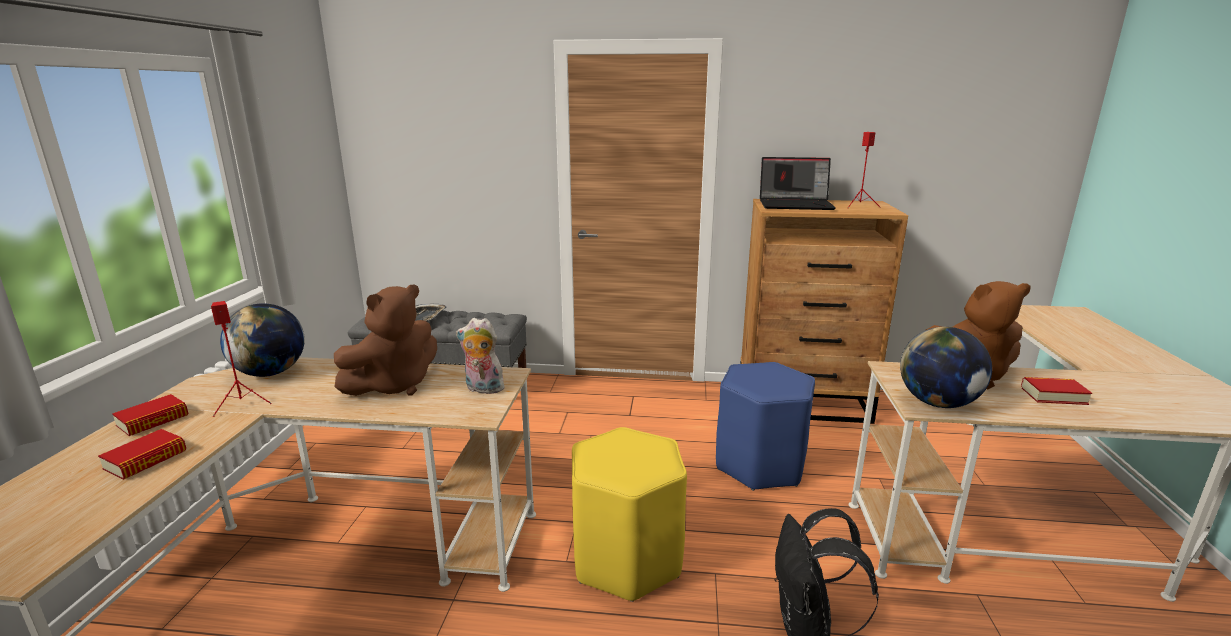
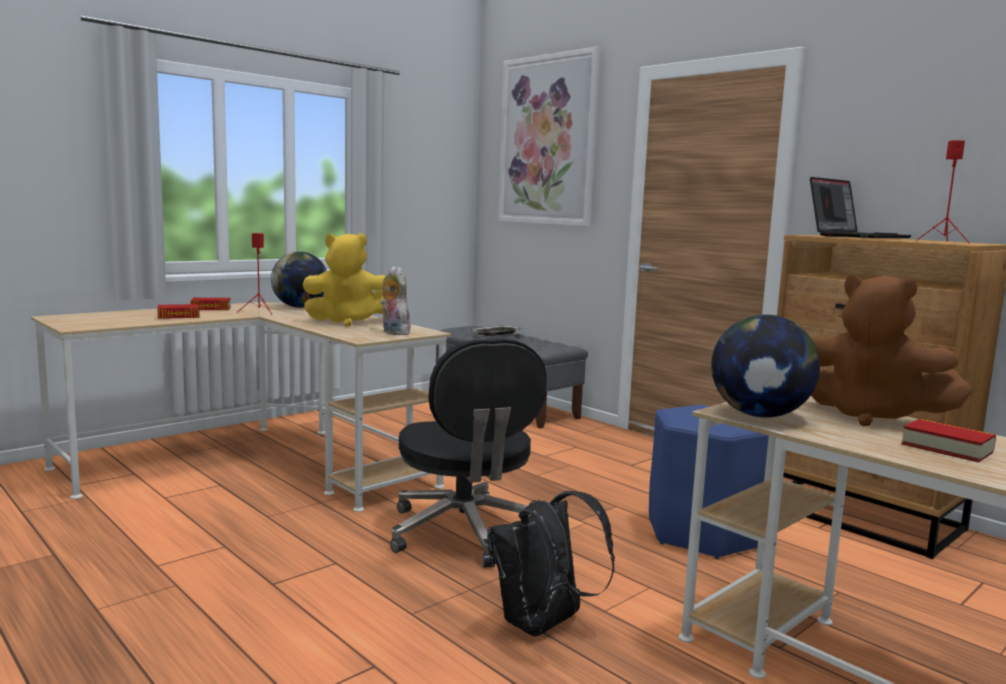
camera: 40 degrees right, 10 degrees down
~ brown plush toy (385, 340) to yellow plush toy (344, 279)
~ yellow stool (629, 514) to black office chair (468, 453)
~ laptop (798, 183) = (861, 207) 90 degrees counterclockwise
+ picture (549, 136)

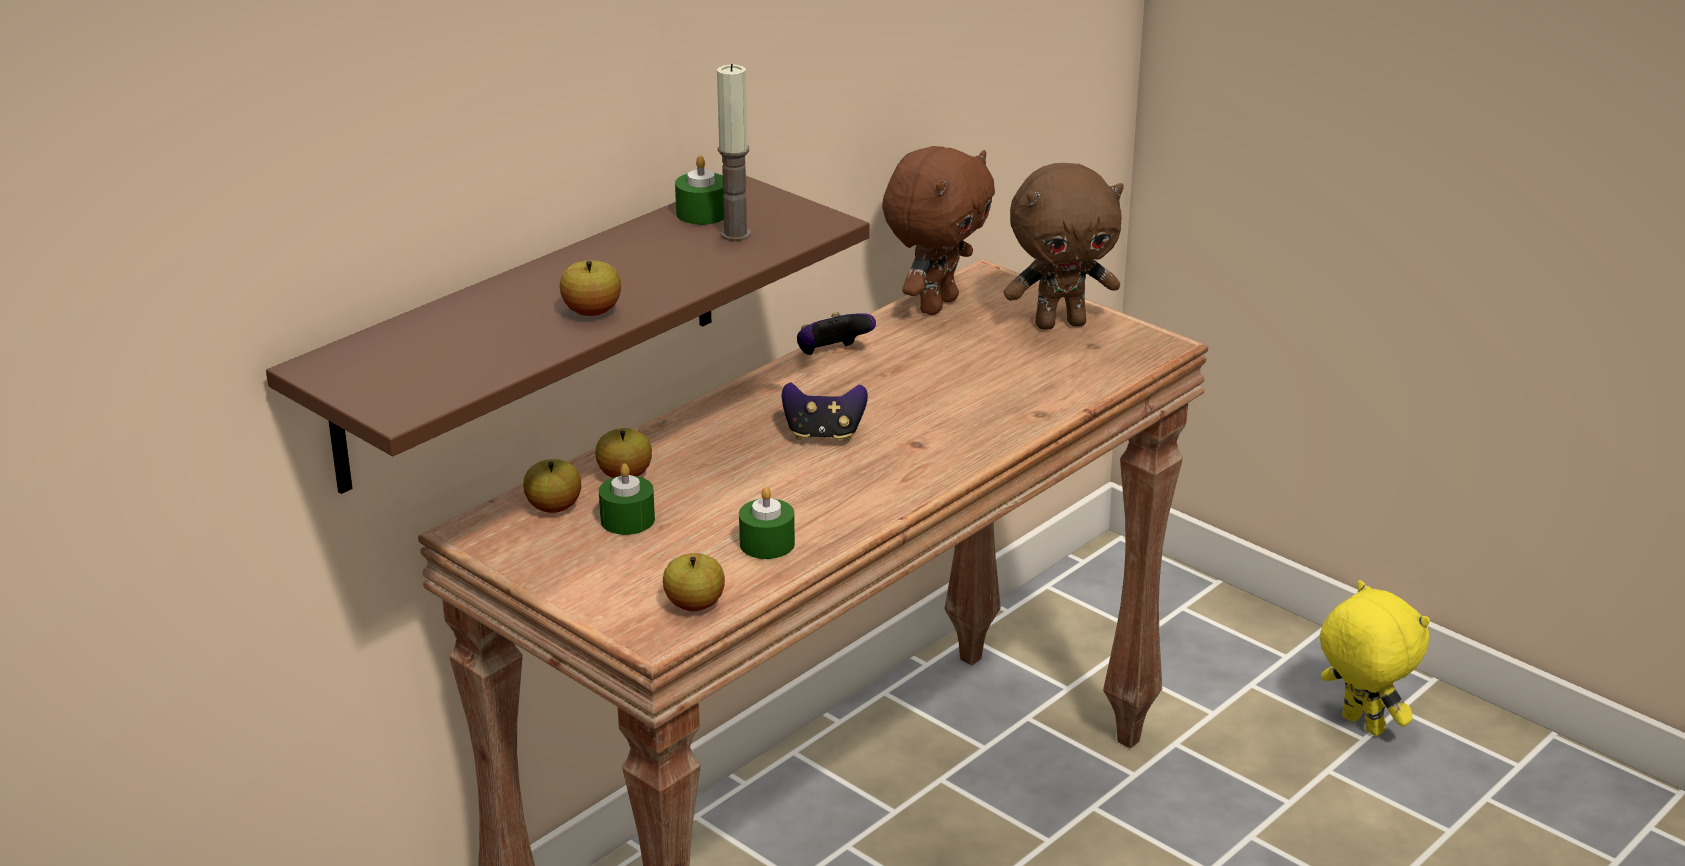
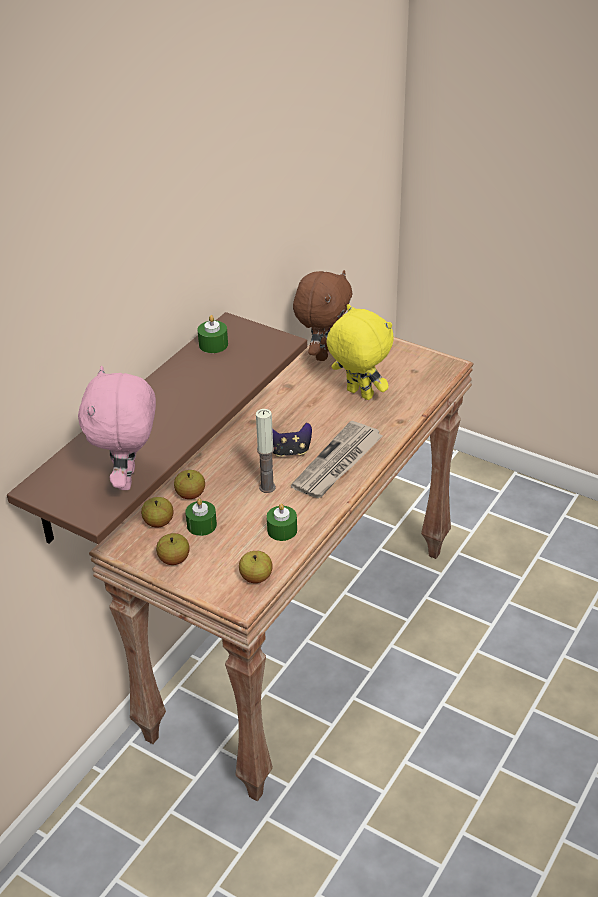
camera: 10 degrees left, 10 degrees up
~ apple (590, 288) to (173, 549)
~ candle (734, 152) to (266, 451)
- game controller (836, 333)
- brown plush toy (1064, 246)
~ yellow plush toy (1375, 658) to (360, 352)
+ pink plush toy (117, 428)
+ newspaper (337, 459)

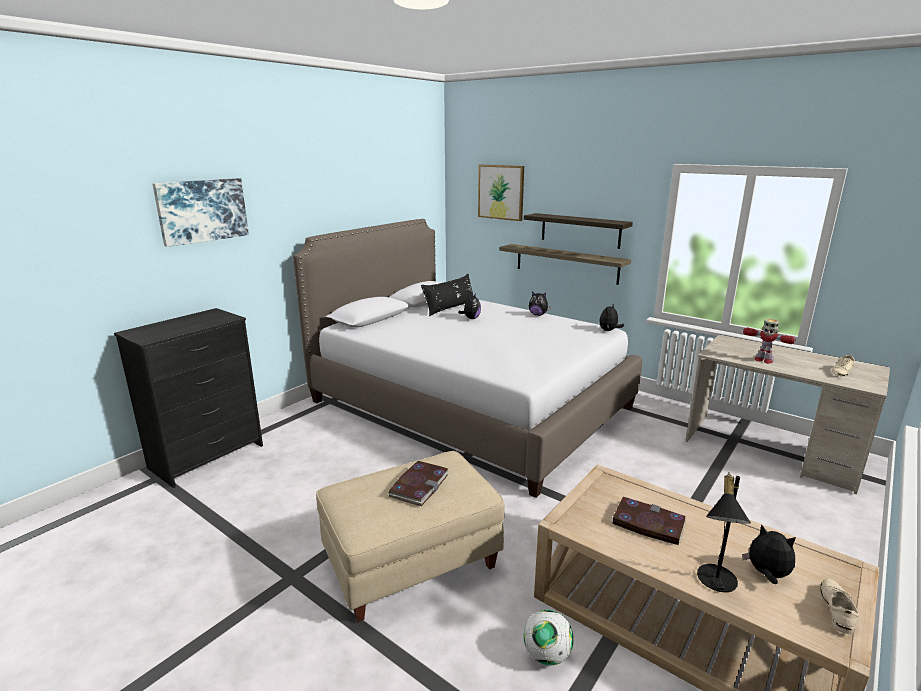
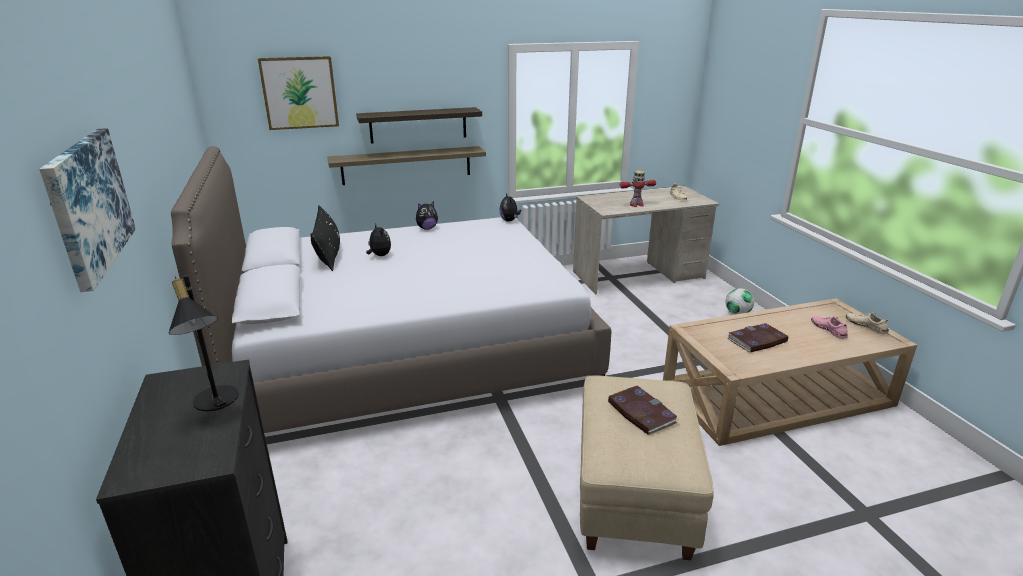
camera: 55 degrees left, 5 degrees up
~ football (549, 637) to (740, 301)
~ black table lamp (724, 532) to (204, 343)
~ plush toy (769, 554) to pink shoe (829, 327)

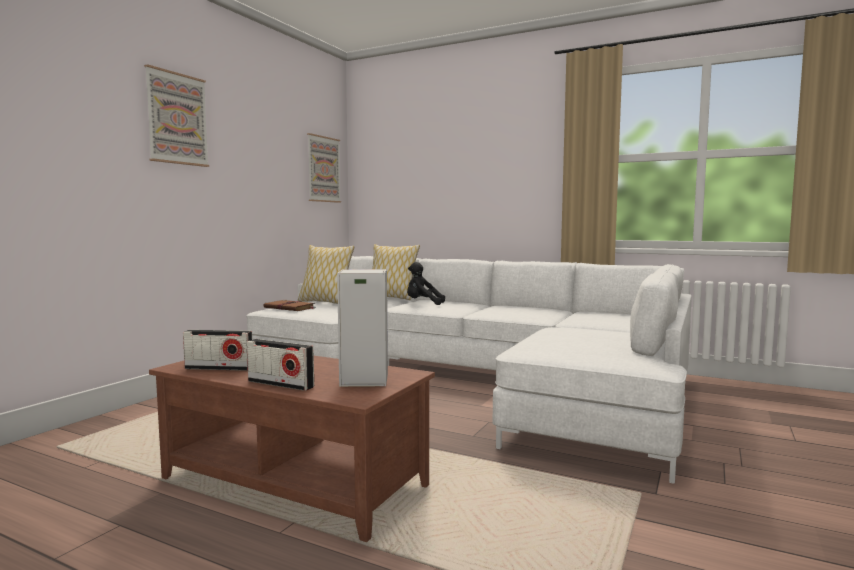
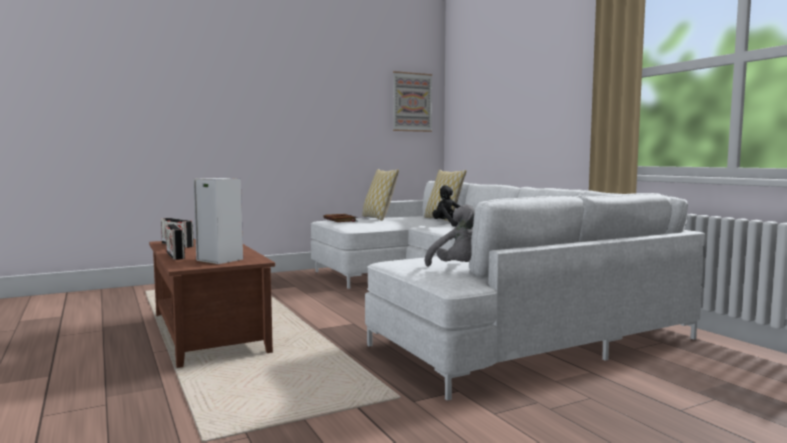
camera: 35 degrees right, 0 degrees up
- picture (176, 115)
+ grey plush toy (450, 235)

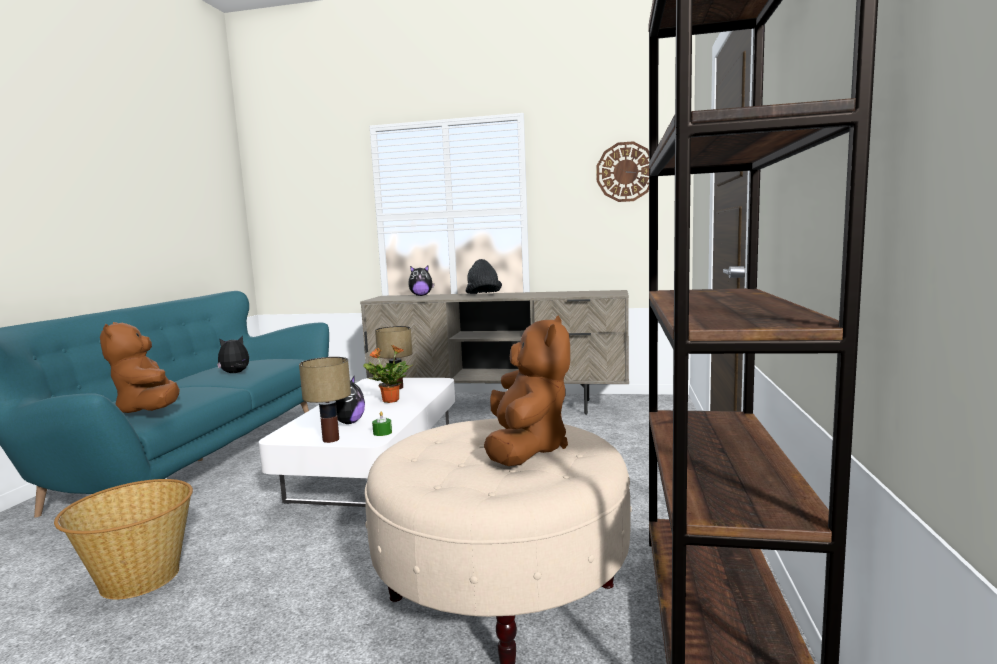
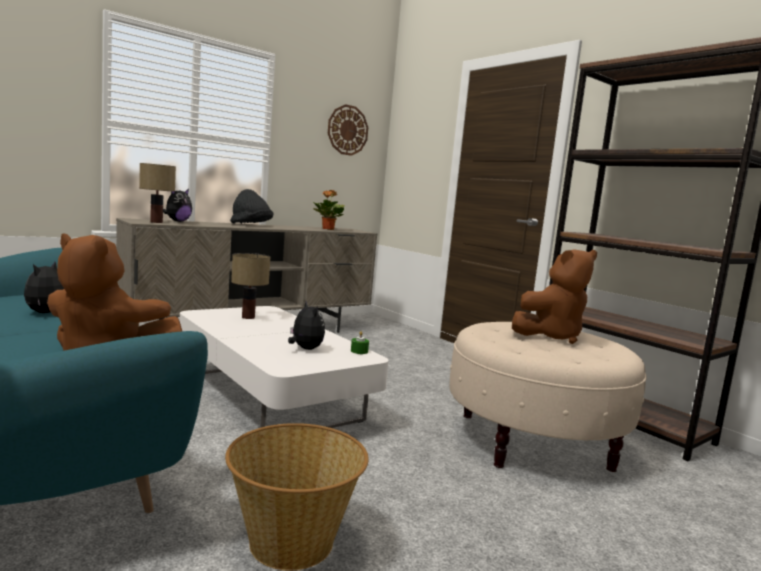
camera: 50 degrees left, 0 degrees up
~ table lamp (325, 400) to (157, 193)
~ potted plant (388, 374) to (329, 210)
~ brown plush toy (527, 390) = (554, 296) 105 degrees clockwise

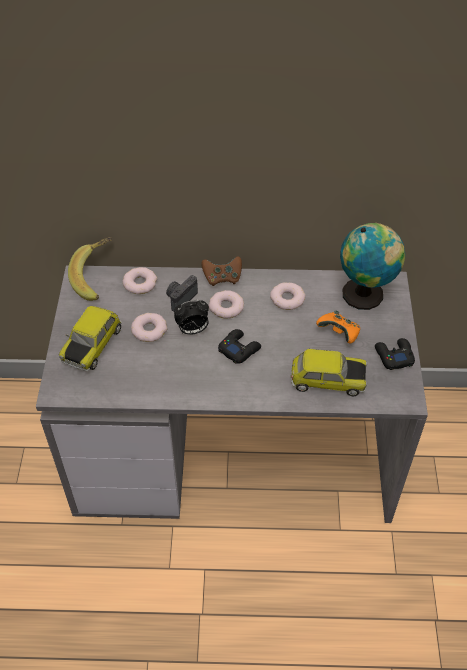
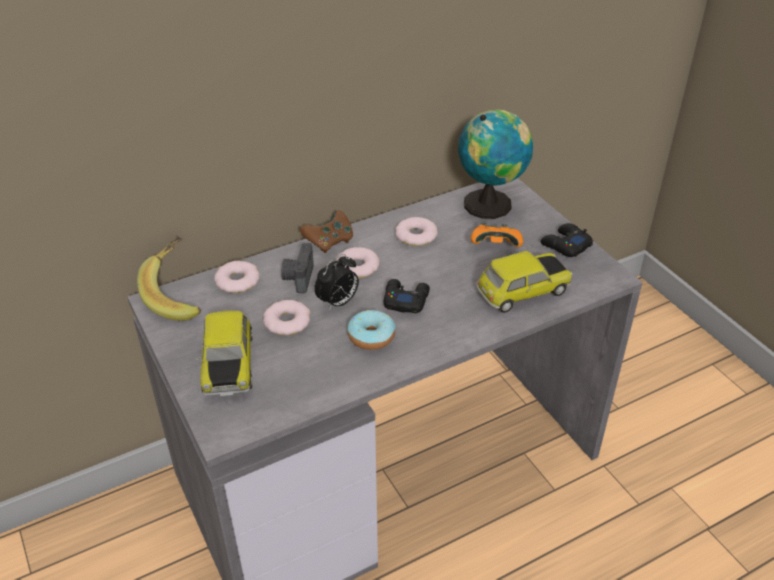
camera: 30 degrees left, 10 degrees down
+ donut (371, 330)

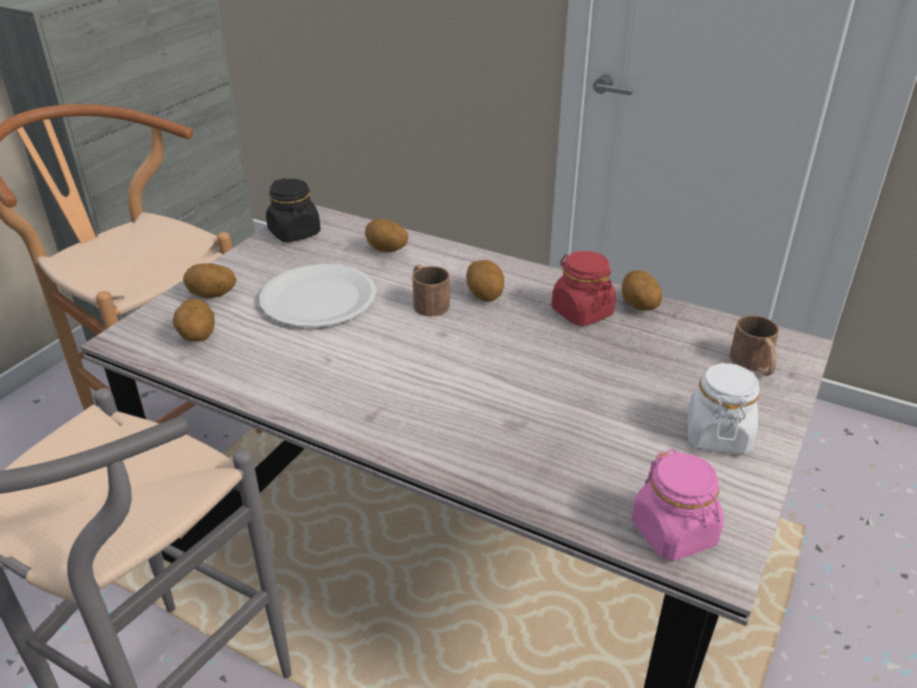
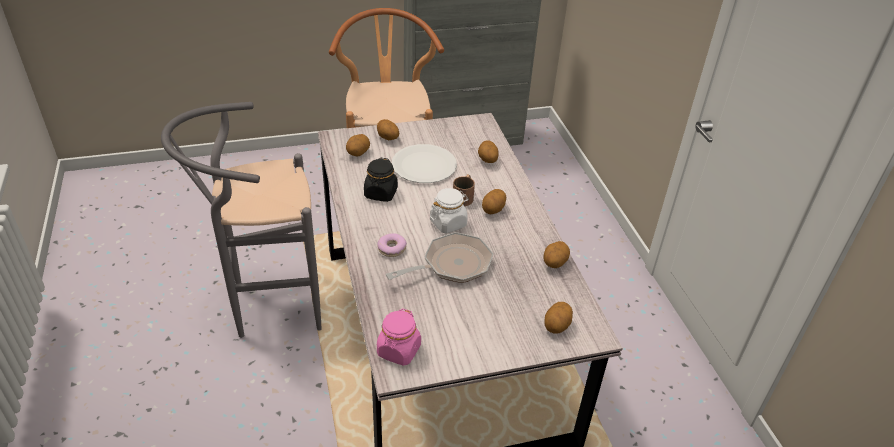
camera: 45 degrees right, 5 degrees up
~ black jar (293, 210) to (381, 180)
- red jar (584, 288)
~ white jar (724, 408) to (449, 211)
~ brown mug (754, 345) to potato (558, 317)
+ donut (392, 245)
+ frying pan (439, 257)

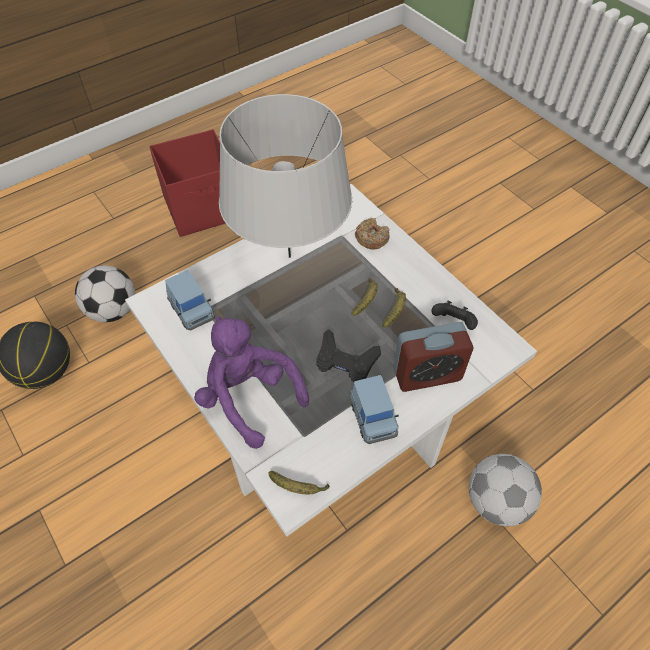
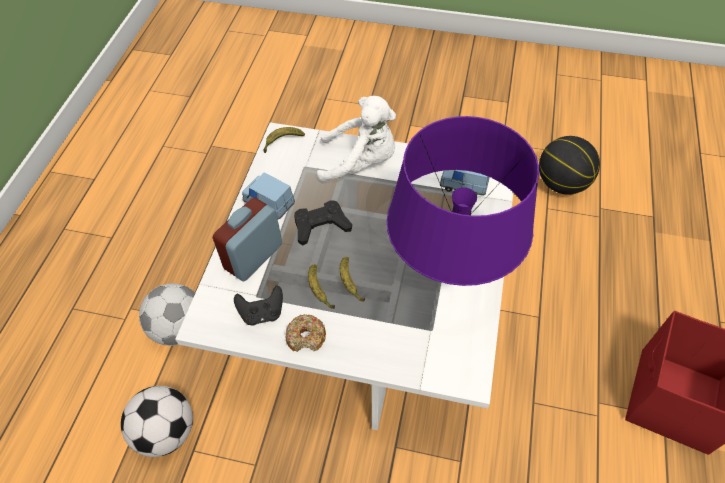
camera: 140 degrees right, 0 degrees up
~ football (105, 293) to (157, 421)
~ purple plush toy (251, 382) to white plush toy (356, 139)
~ grey table lamp (285, 176) to purple table lamp (463, 201)
~ donut (372, 234) to (306, 333)

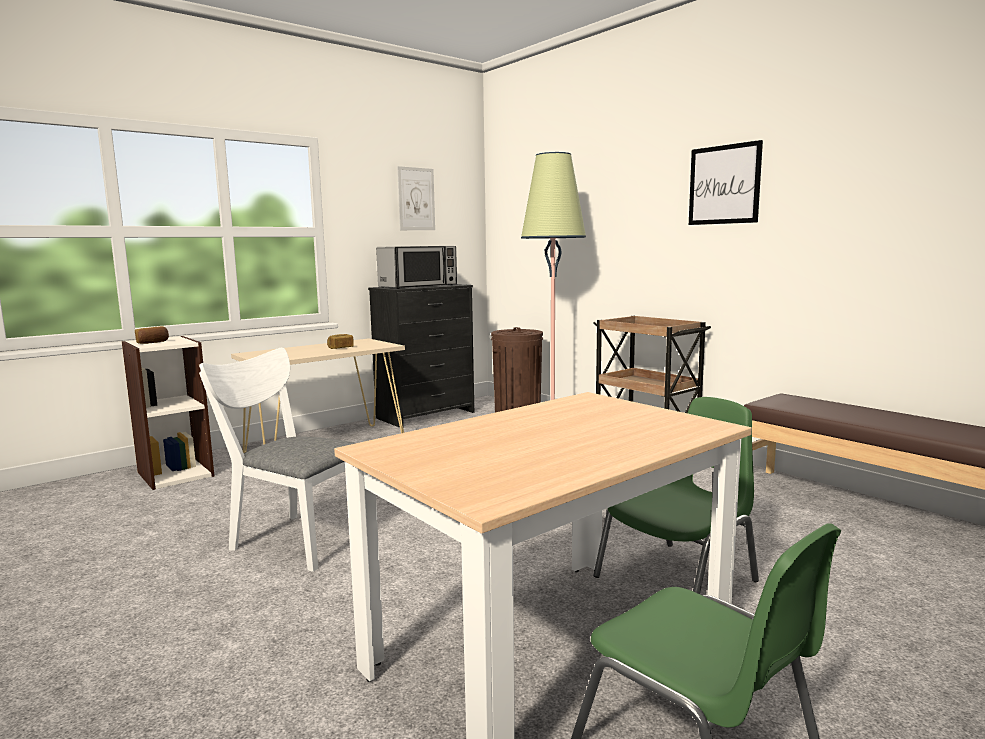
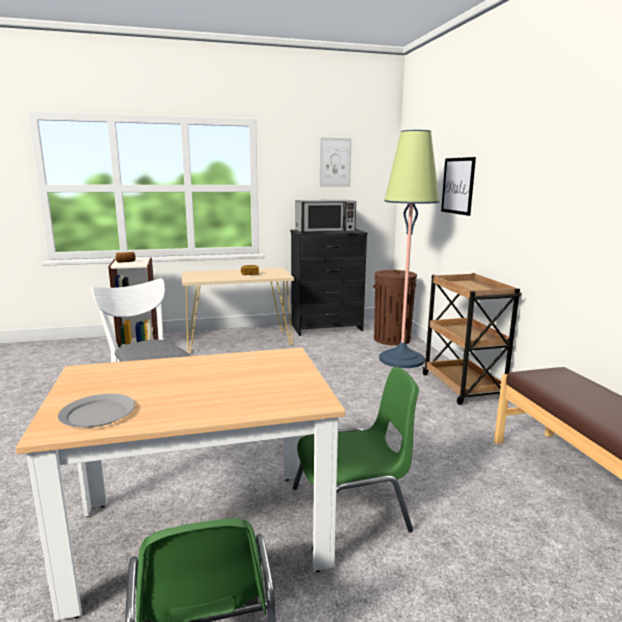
camera: 25 degrees right, 5 degrees up
~ picture (726, 182) to (458, 186)
+ grey plate (96, 411)

